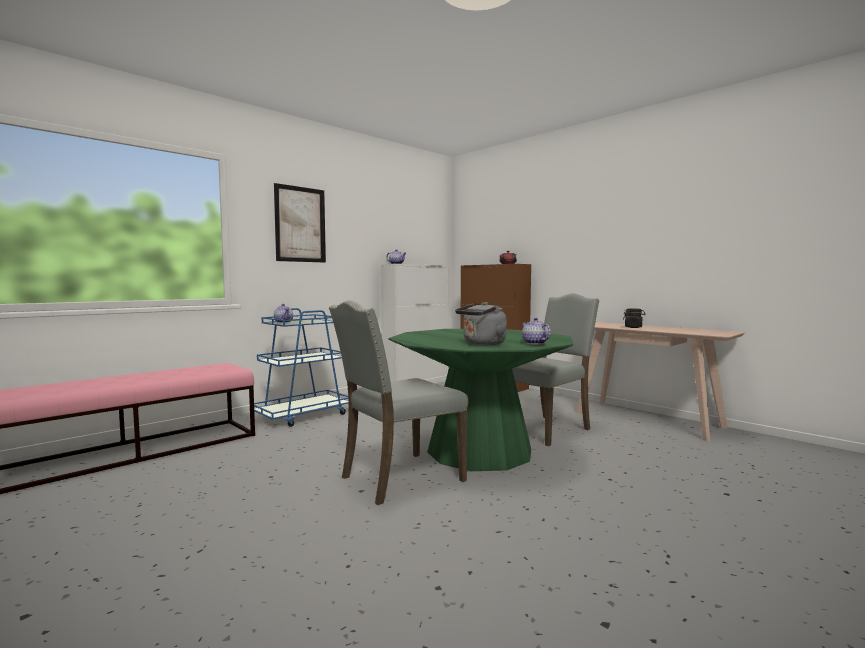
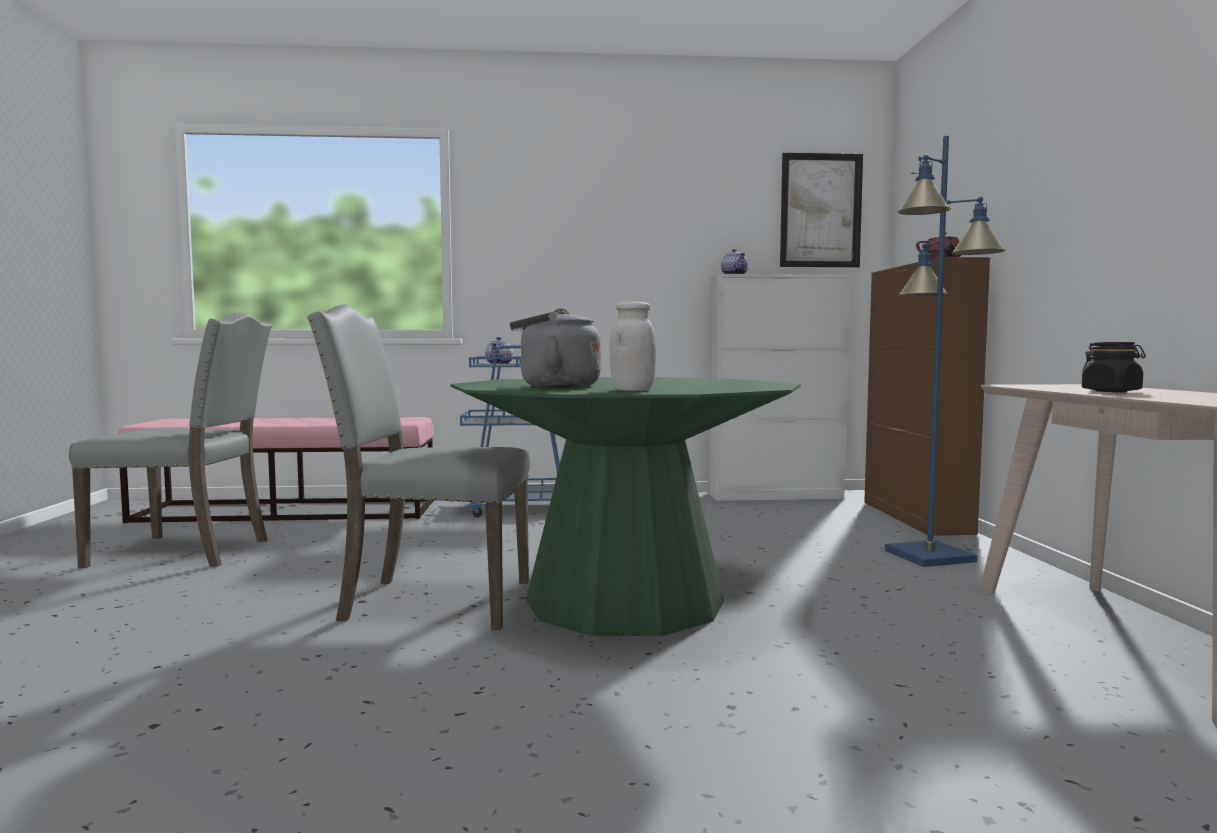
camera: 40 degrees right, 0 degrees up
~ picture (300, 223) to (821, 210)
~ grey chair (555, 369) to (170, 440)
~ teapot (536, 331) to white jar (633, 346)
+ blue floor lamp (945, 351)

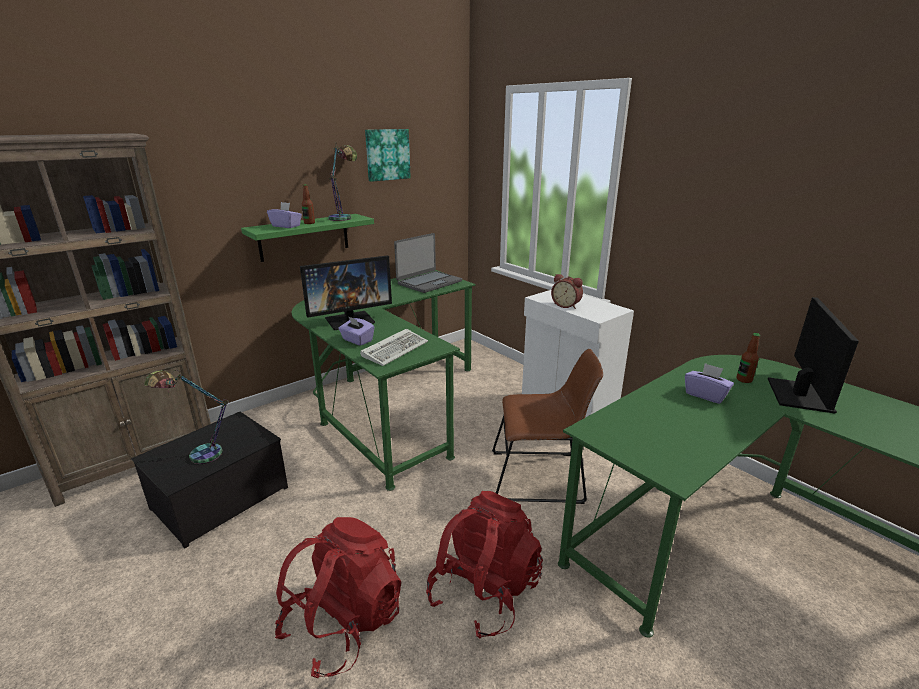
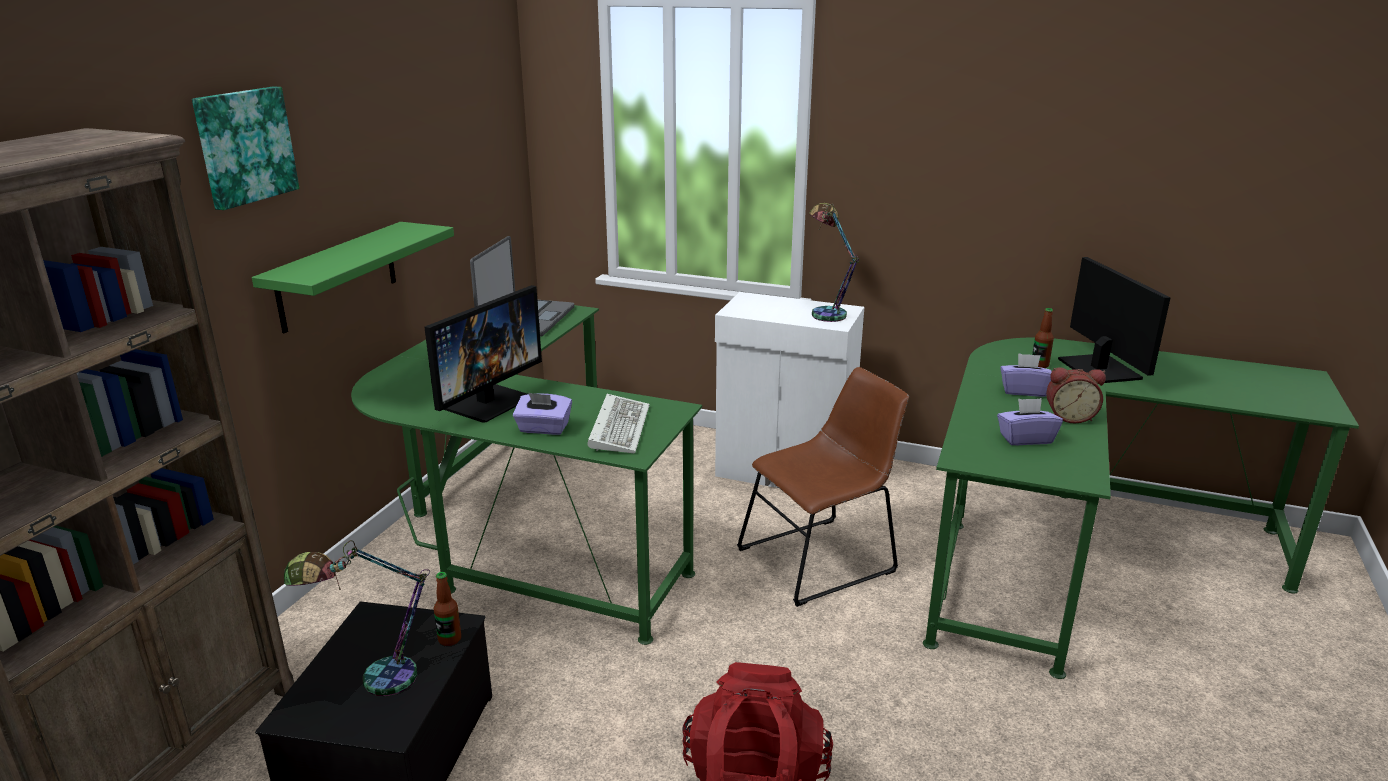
camera: 30 degrees left, 0 degrees up
~ purple tissue box (284, 215) to (1030, 421)
~ bottle (308, 204) to (447, 609)
~ table lamp (342, 182) to (834, 262)
~ picture (388, 155) to (245, 148)
- red backpack (484, 564)
~ alarm clock (567, 291) to (1076, 395)

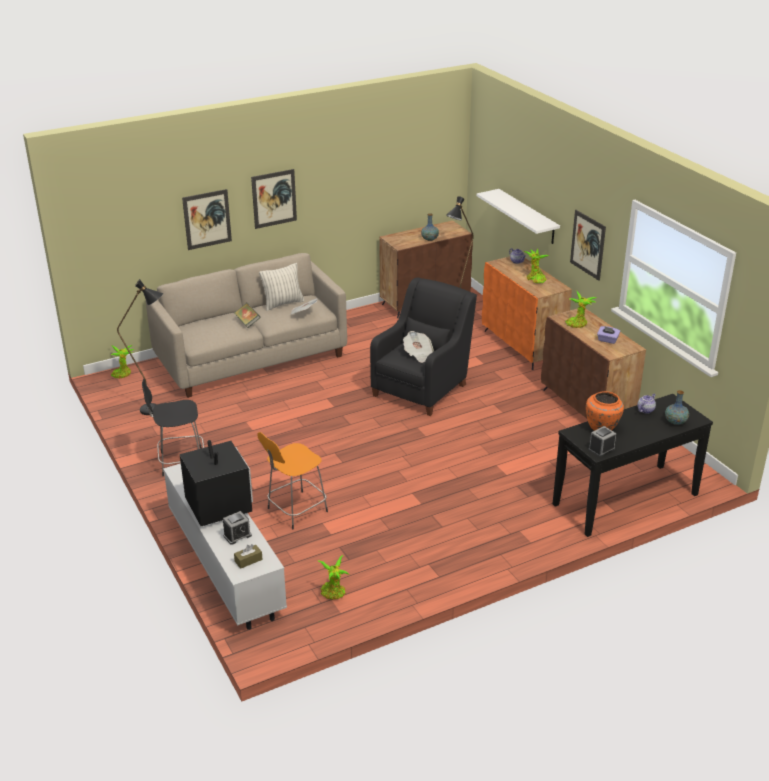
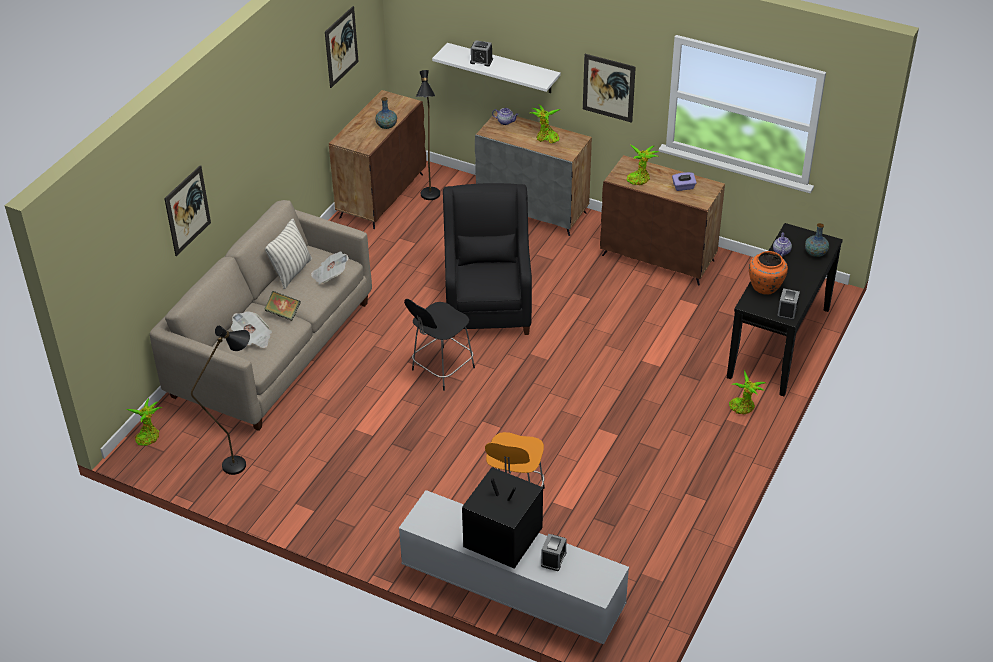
camera: 35 degrees left, 10 degrees up
~ black stool (173, 428) to (439, 345)
- brown tissue box (248, 556)
~ picture (274, 199) to (342, 47)
~ potted plant (333, 577) to (747, 392)
~ newspaper (418, 347) to (251, 329)
~ orange cabinet (527, 313) to grey cabinet (533, 173)
+ alarm clock (481, 53)

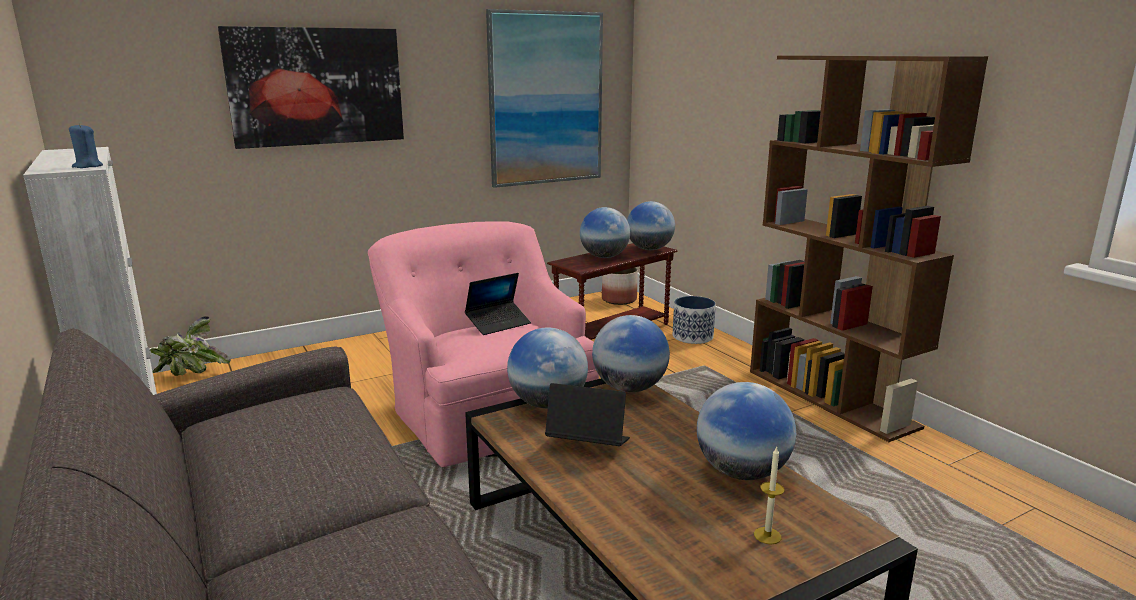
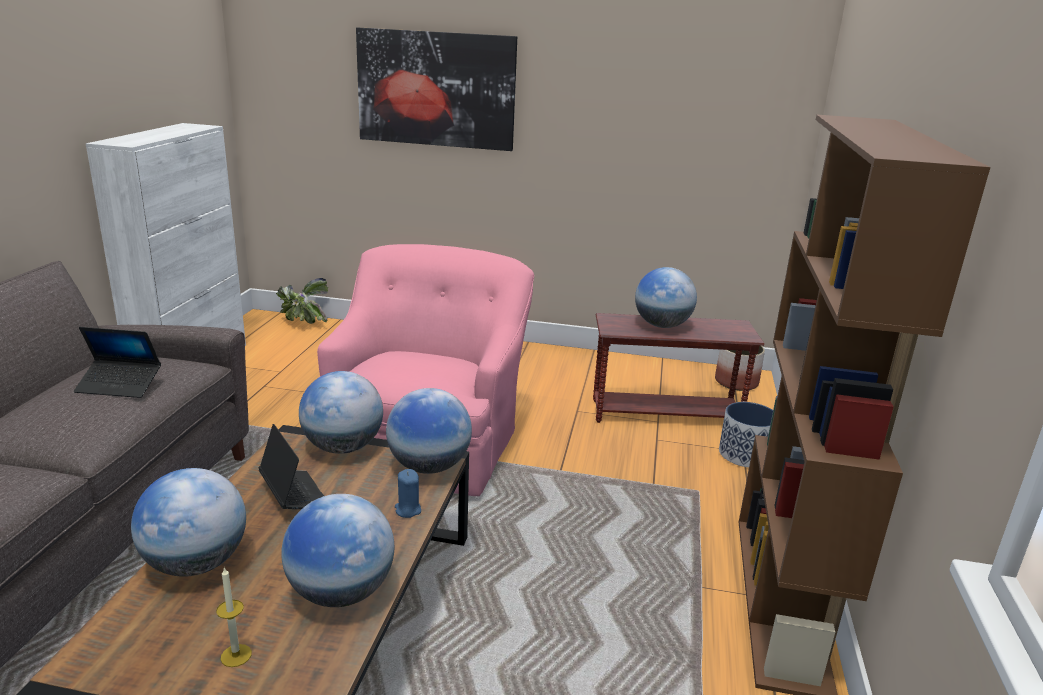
camera: 40 degrees right, 5 degrees up
~ blue candle (86, 145) to (408, 493)
~ laptop (498, 304) to (117, 362)
- picture (544, 98)
~ globe (651, 225) to (188, 522)

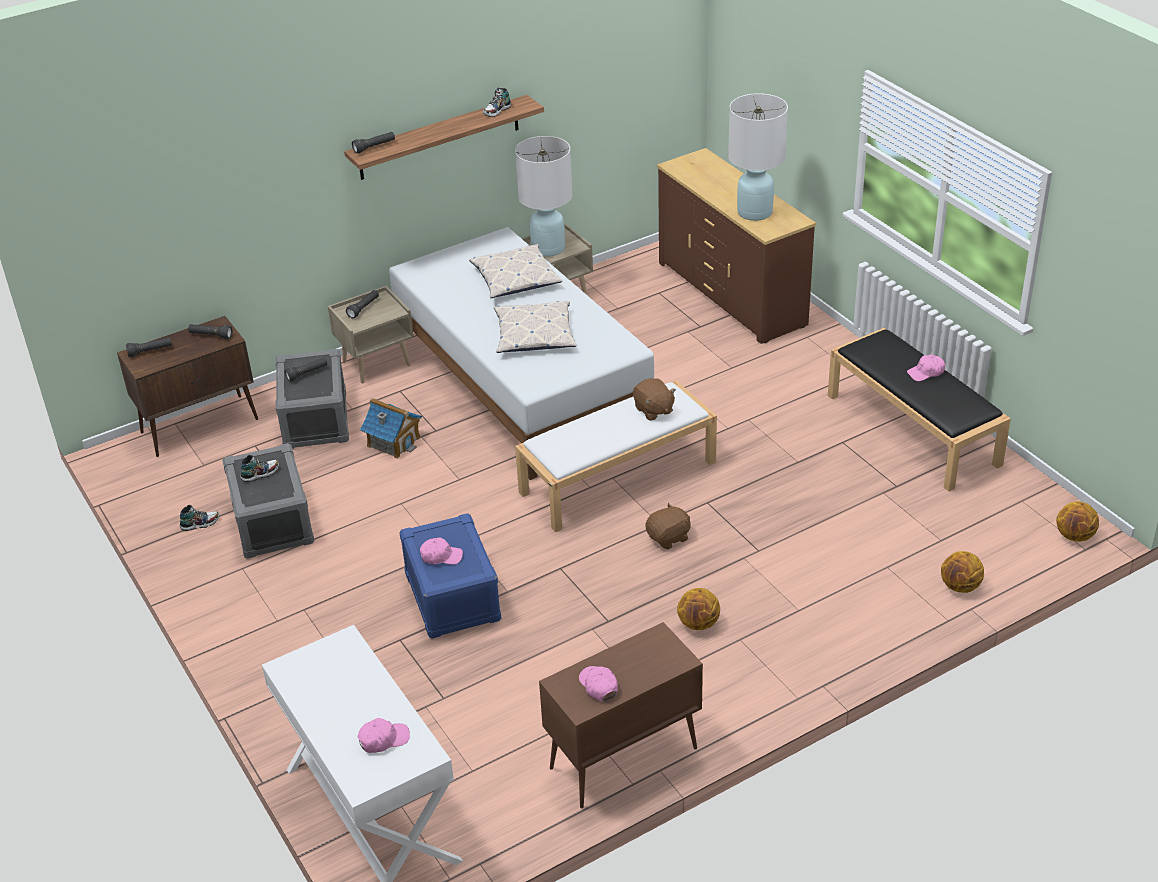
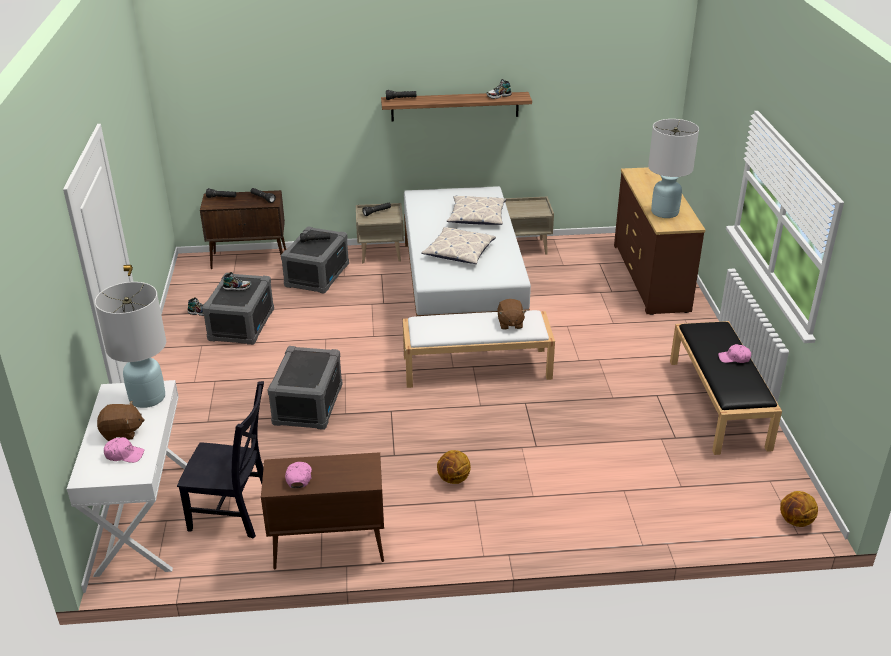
camera: 25 degrees right, 5 degrees down
- toy house (391, 428)
~ blue storage box (450, 576) to grey storage box (305, 388)
- pink cap (441, 551)
~ white table lamp (544, 196) to (130, 345)
~ brown plush toy (668, 526) to (121, 421)
- basketball (962, 572)
+ black chair (220, 460)

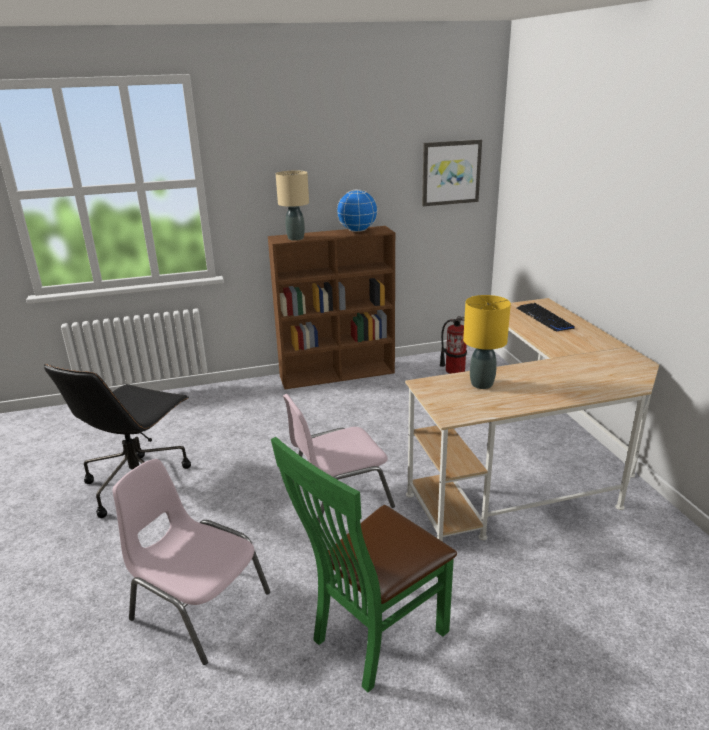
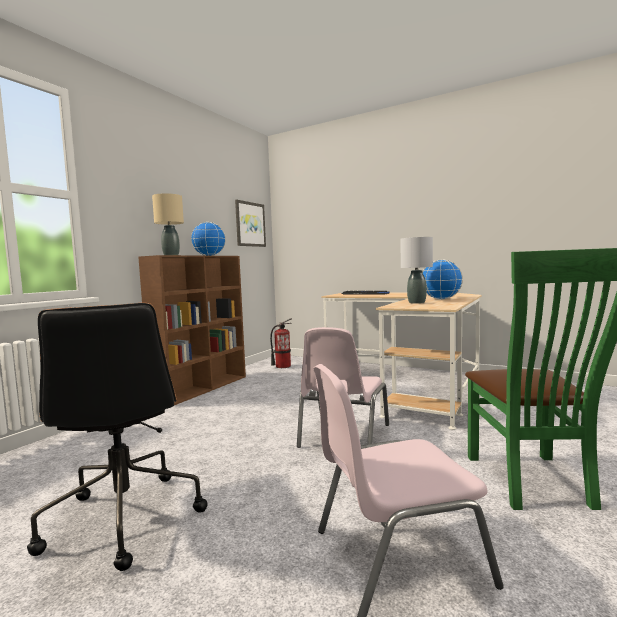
camera: 45 degrees left, 20 degrees down
~ yellow table lamp (487, 342) to grey table lamp (416, 270)
+ globe (443, 279)

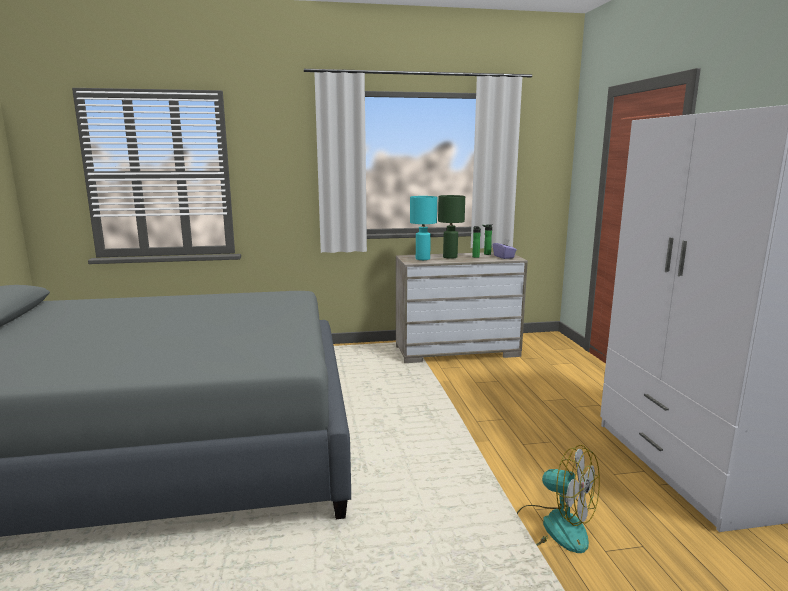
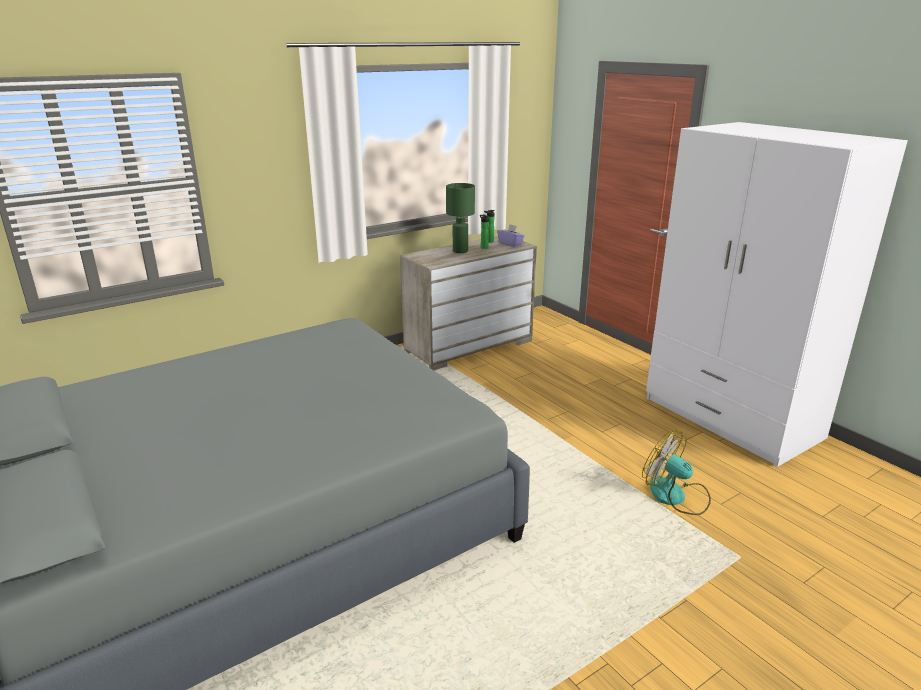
camera: 25 degrees left, 10 degrees up
- turquoise table lamp (423, 228)
~ fan (558, 499) = (676, 472) 150 degrees counterclockwise

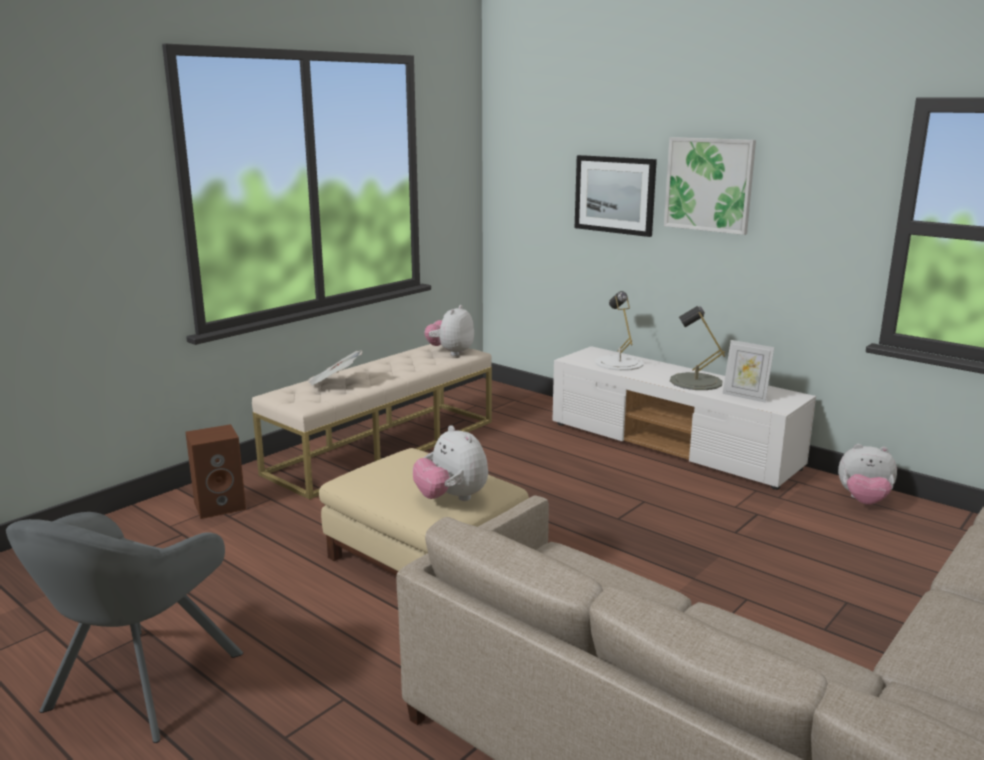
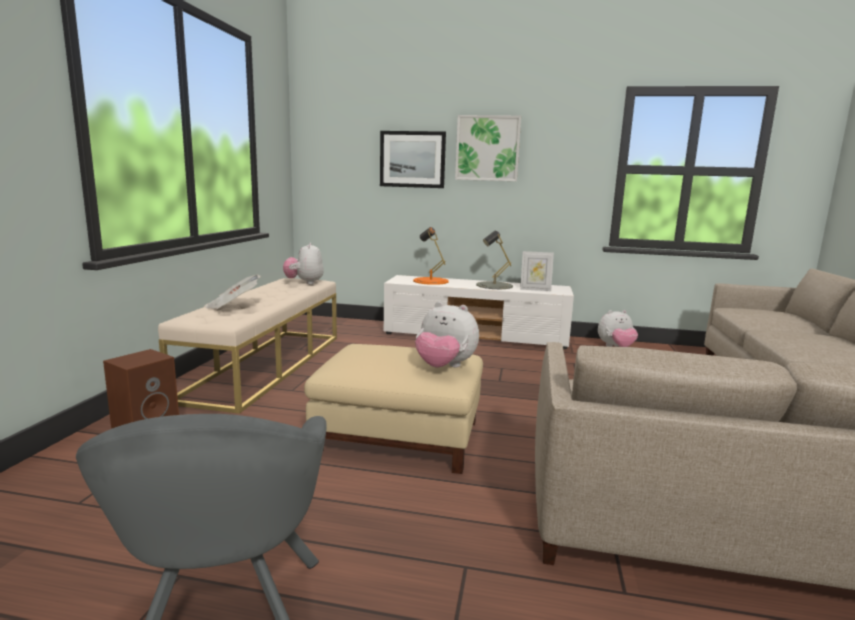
camera: 30 degrees left, 5 degrees down
~ white table lamp (619, 331) to orange table lamp (431, 256)

